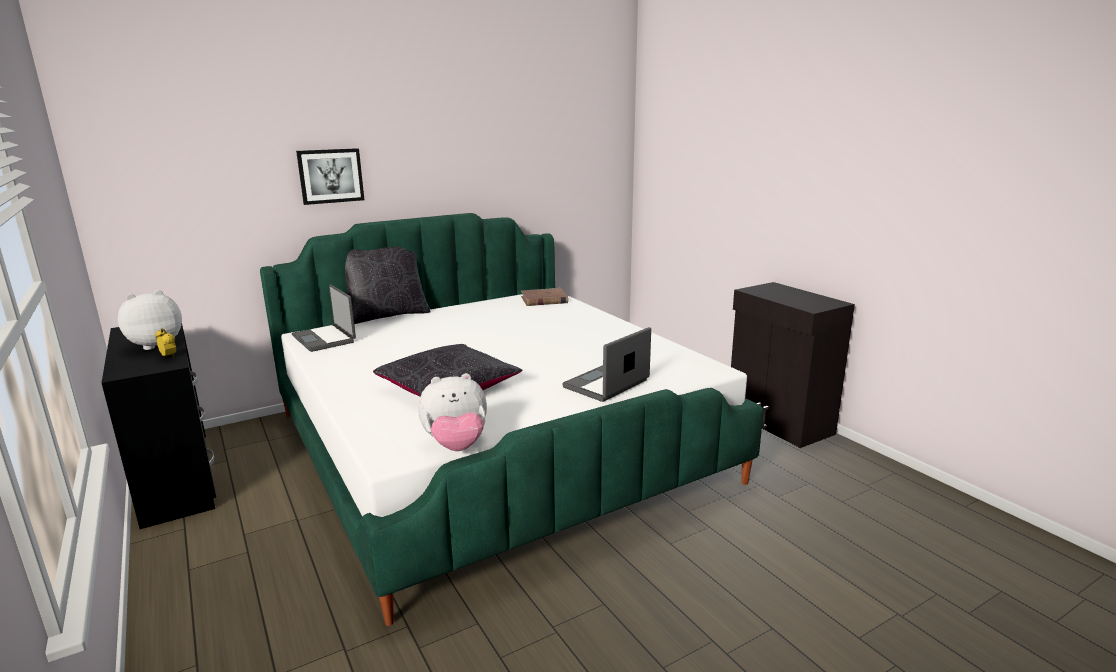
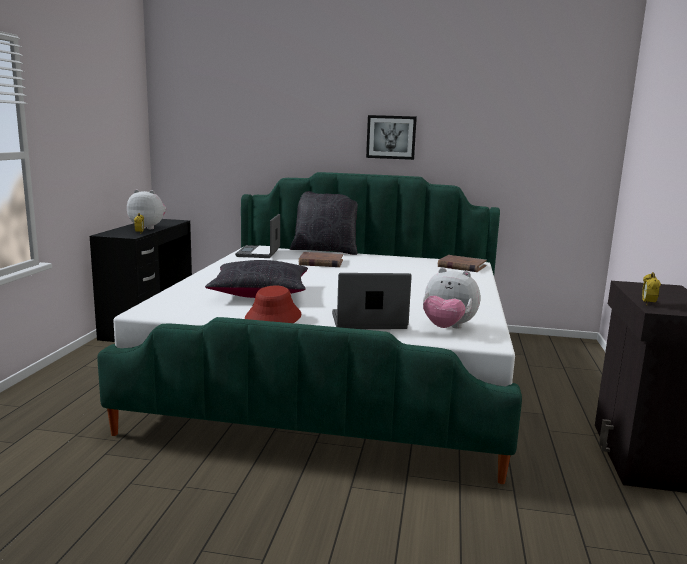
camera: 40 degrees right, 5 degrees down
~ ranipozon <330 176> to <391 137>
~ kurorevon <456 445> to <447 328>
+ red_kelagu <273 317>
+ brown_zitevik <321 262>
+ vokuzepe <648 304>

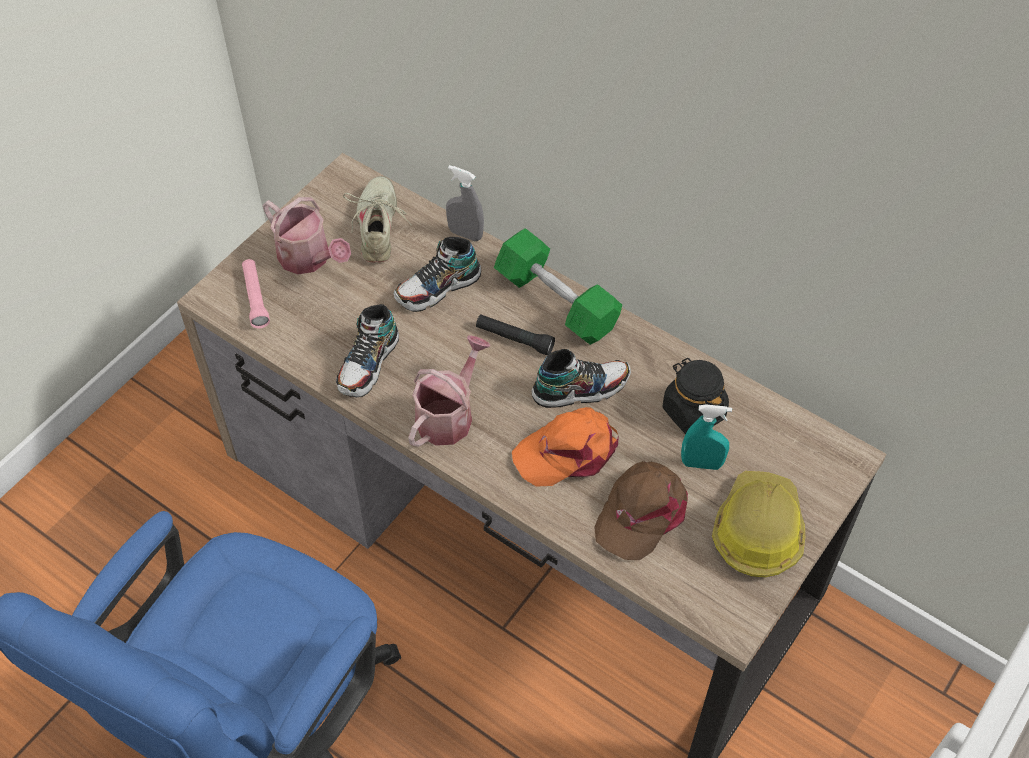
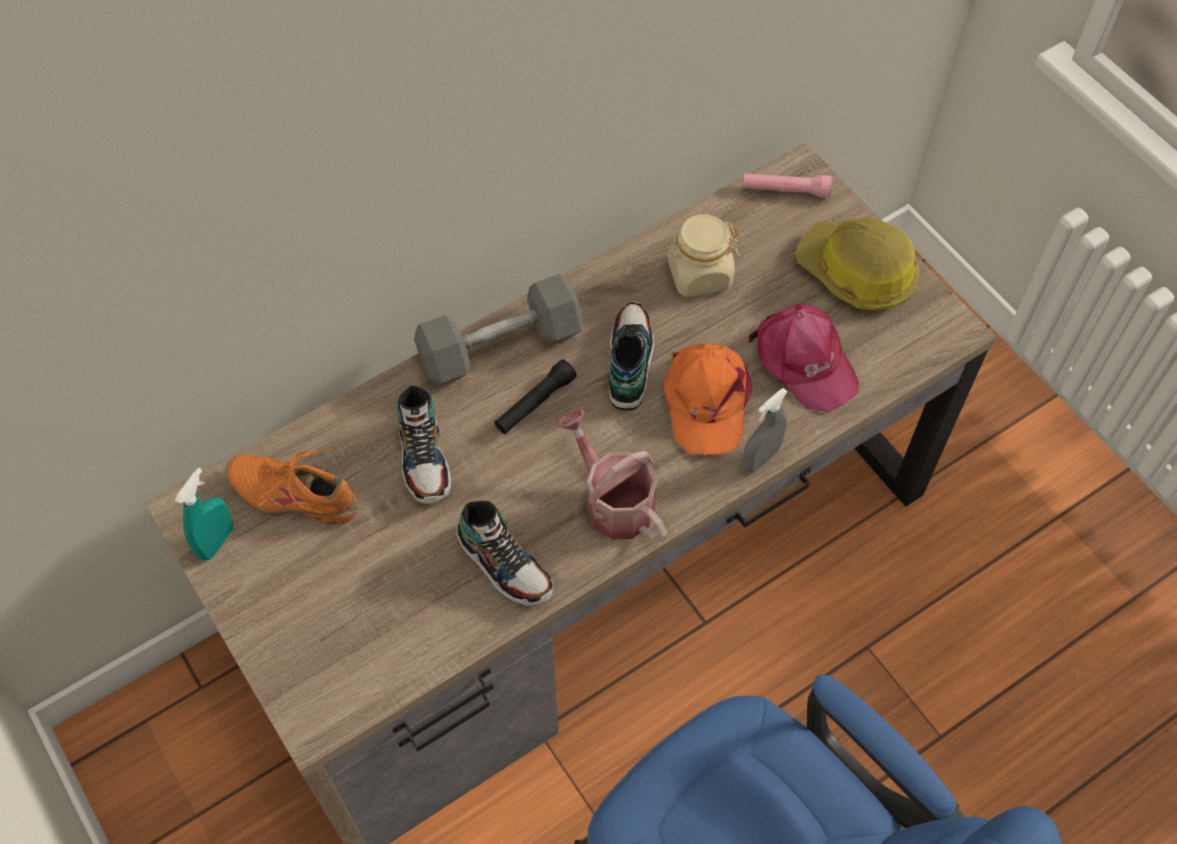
camera: 70 degrees left, 5 degrees up
~ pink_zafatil <255 298> to <785 190>
- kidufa <309 259>
~ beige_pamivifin <379 227> to orange_pamivifin <296 494>
~ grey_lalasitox <465 234> to <760 458>
~ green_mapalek <556 301> to grey_mapalek <500 346>
~ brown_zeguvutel <641 512> to pink_zeguvutel <803 361>
~ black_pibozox <693 412> to beige_pibozox <699 274>
~ turquoise_lalasitox <701 464> to <216 541>

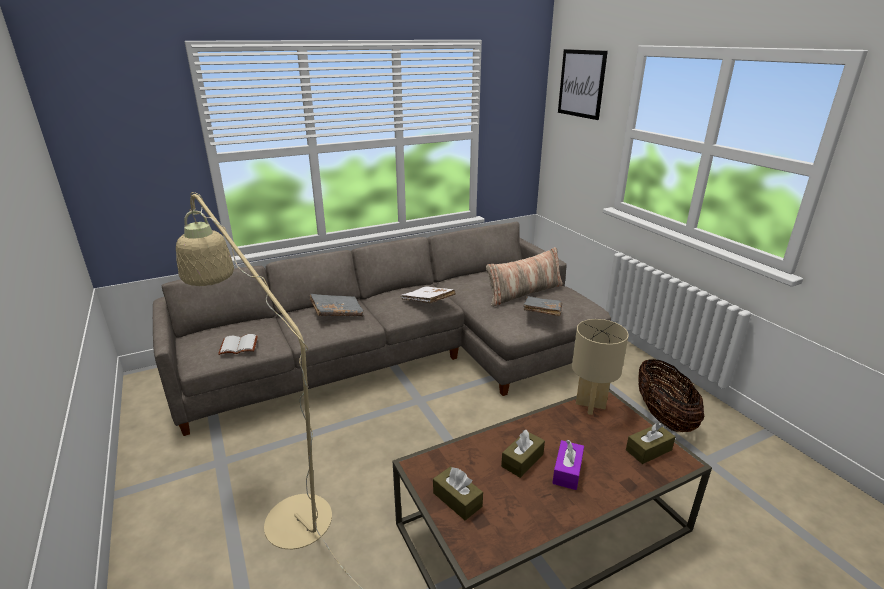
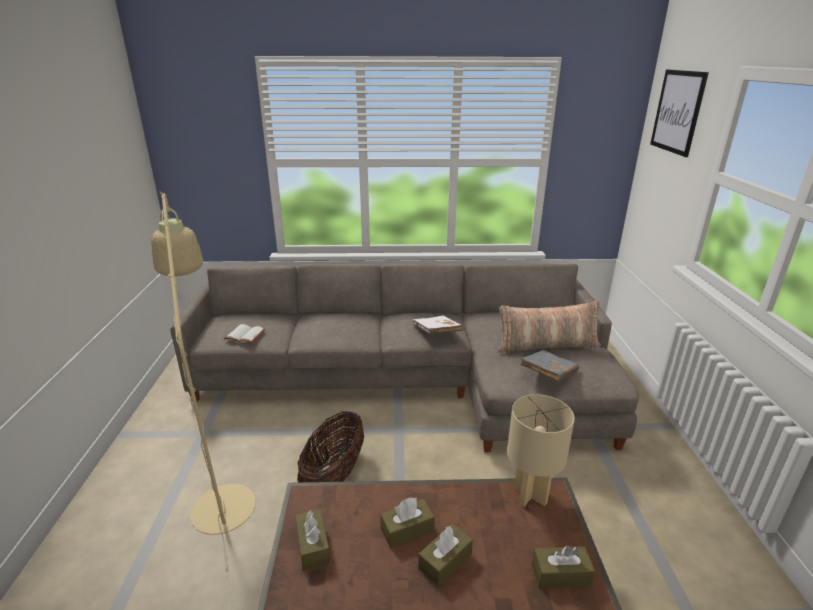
camera: 25 degrees right, 0 degrees up
- grey_zitevik <337 313>
~ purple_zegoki <567 471> to brown_zegoki <445 561>
~ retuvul <663 416> to <334 476>

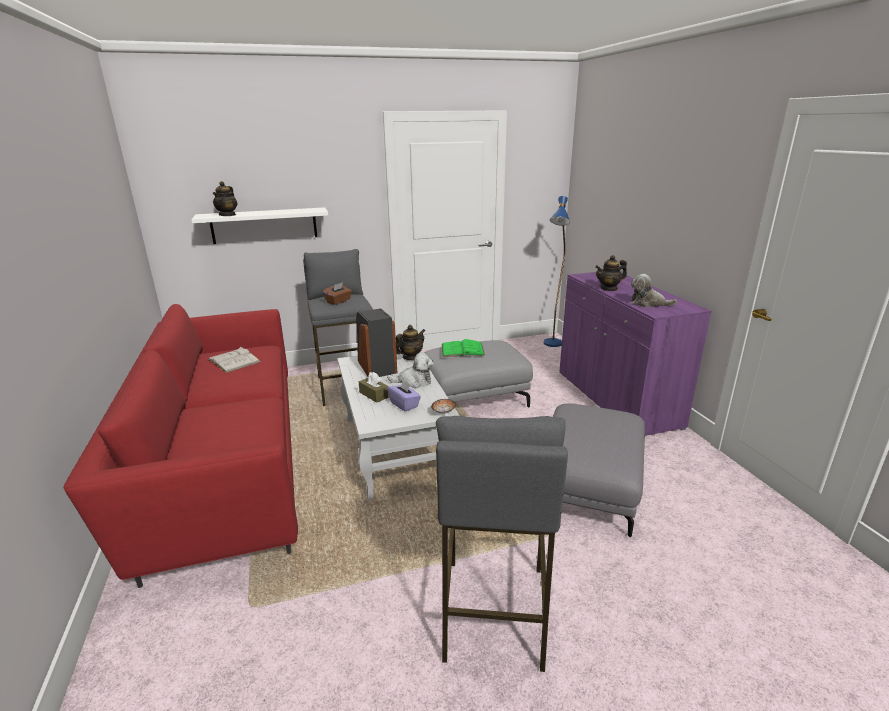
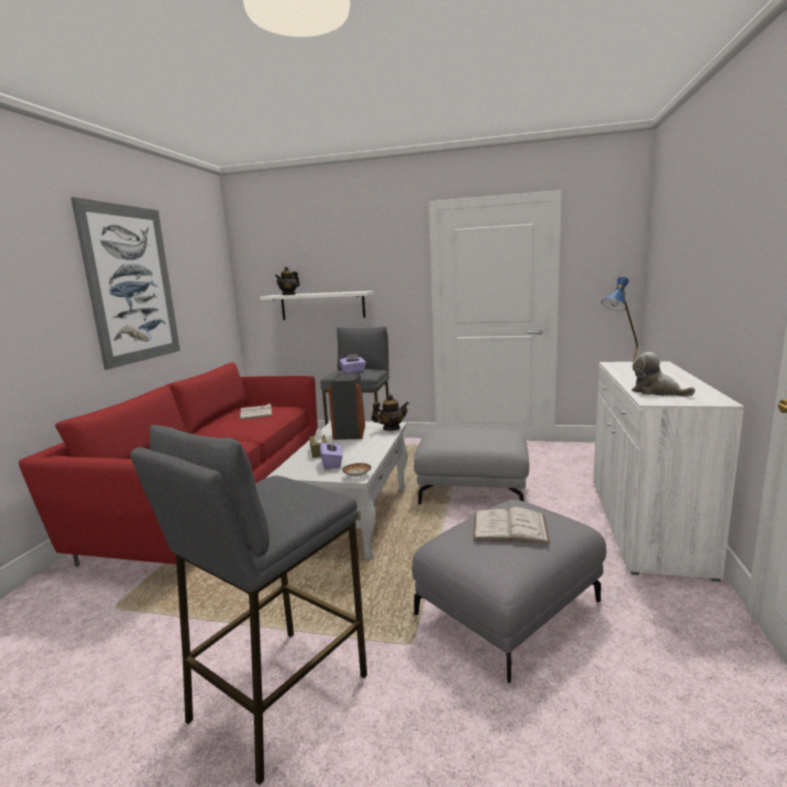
camera: 30 degrees right, 10 degrees down
~ brown_zegoki <338 301> to purple_zegoki <353 371>
- kurorevon <414 381>
- green_zitevik <462 350>
~ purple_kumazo <616 399> to white_kumazo <644 524>
- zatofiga <609 288>
+ ranipozon <131 284>
+ white_zitevik <509 527>

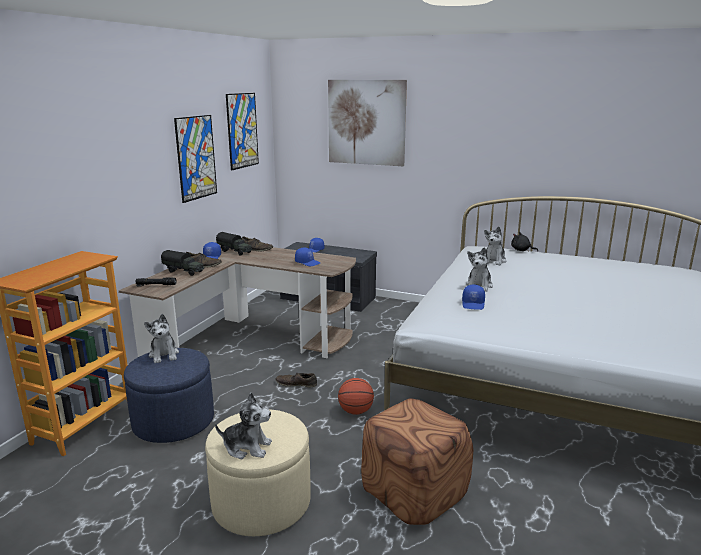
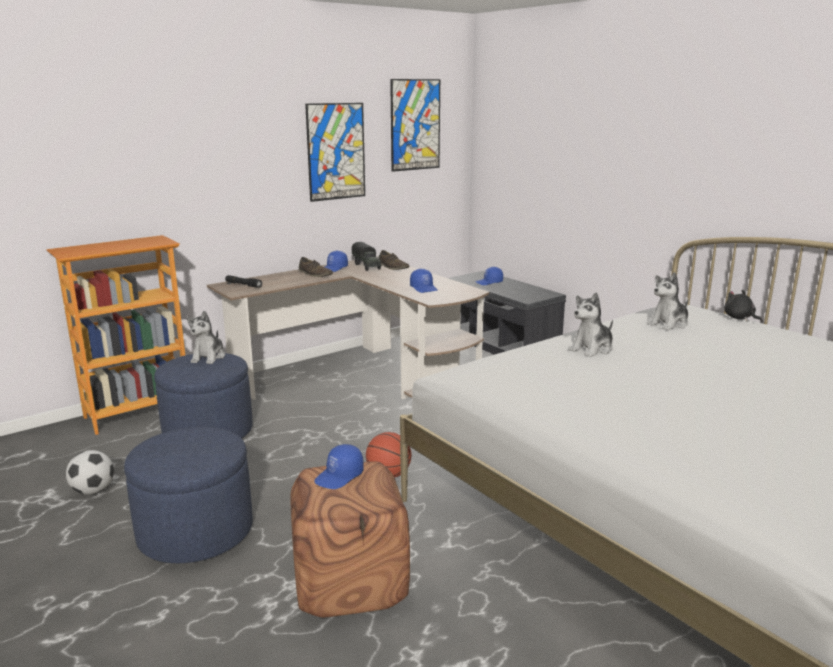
camera: 30 degrees right, 0 degrees up
- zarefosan <184 271>
~ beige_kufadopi <261 502> to blue_kufadopi <195 531>
- kurorevon <247 447>
- brown_pamivifin <296 384>
- ranipozon <366 122>
~ blue_zeguvutel <473 304> to <339 476>
+ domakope <93 491>

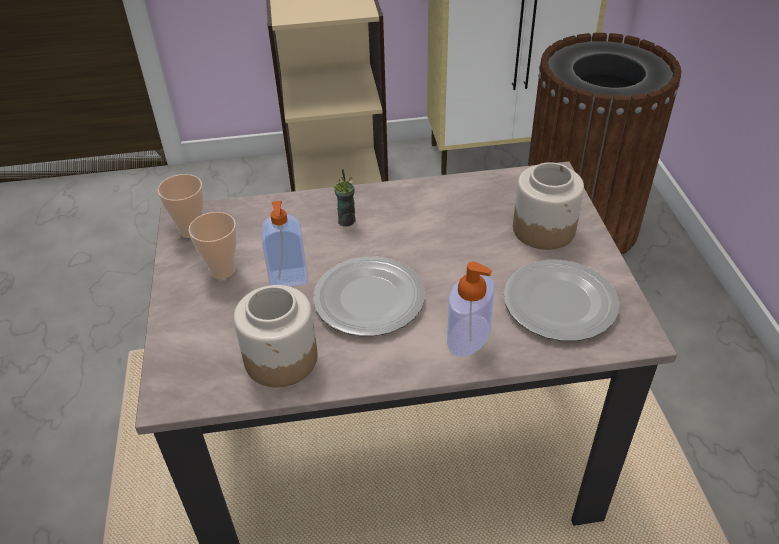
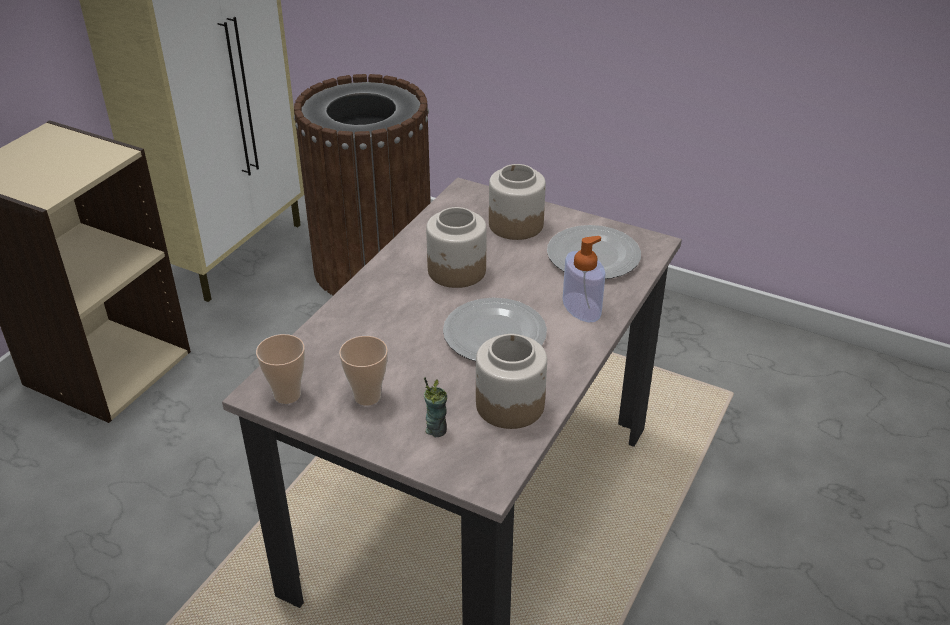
camera: 55 degrees left, 5 degrees down
- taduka <288 279>
~ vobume <347 220> to <436 429>
+ pibozox <457 271>

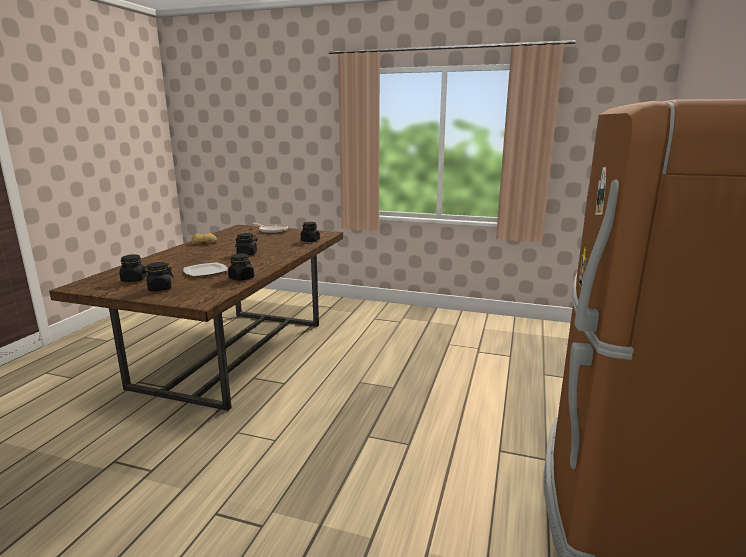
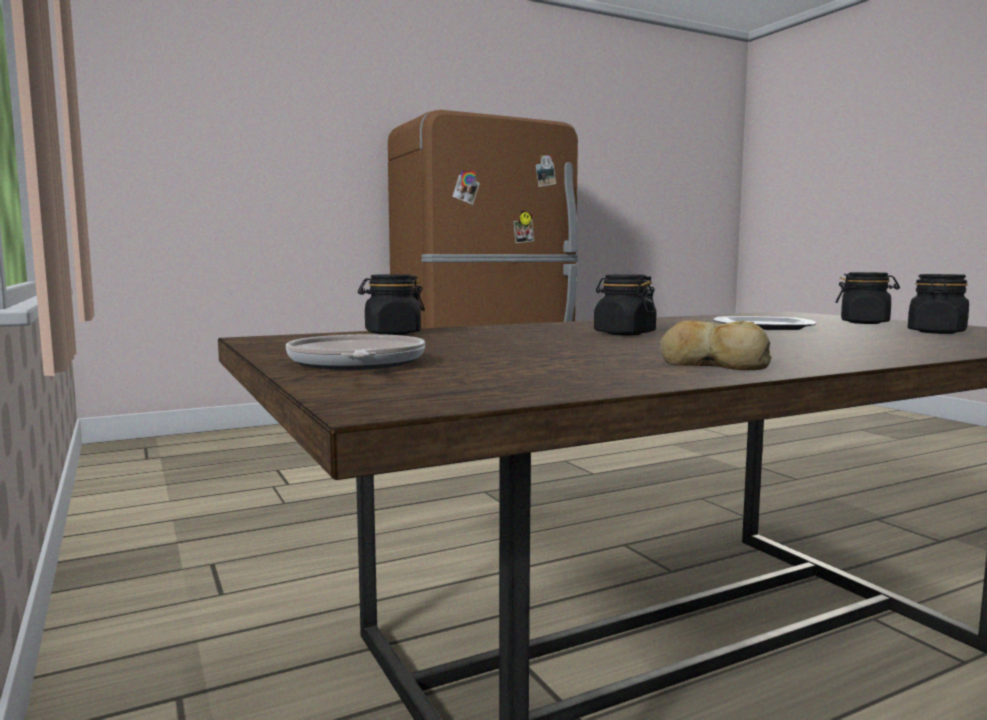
camera: 135 degrees left, 10 degrees down
- black_pibozox <241 278>

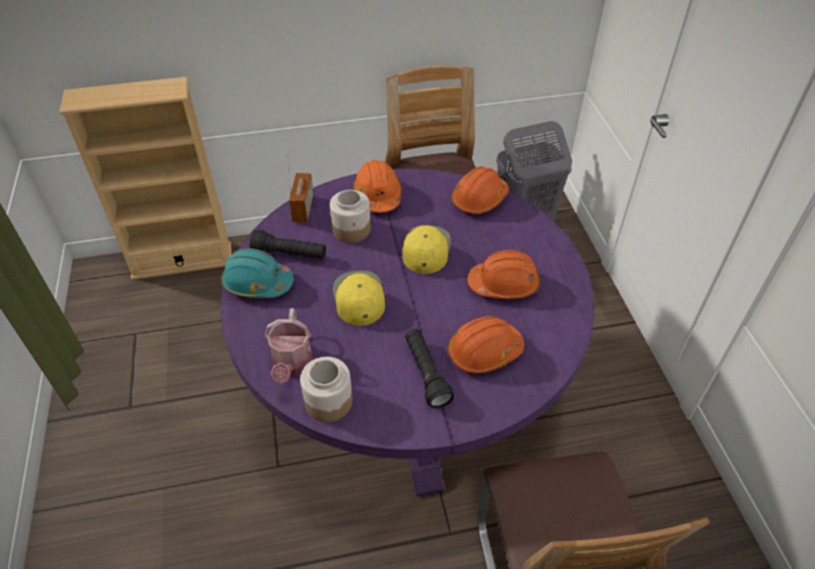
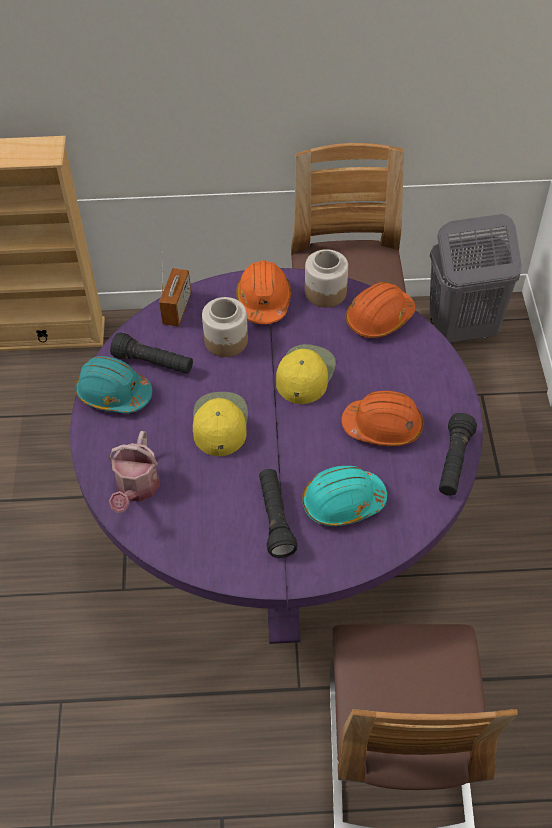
camera: 10 degrees right, 5 degrees up
~ pibozox <328 401> to <325 292>
~ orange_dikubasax <484 352> to turquoise_dikubasax <342 502>
+ black_zafatil <454 463>

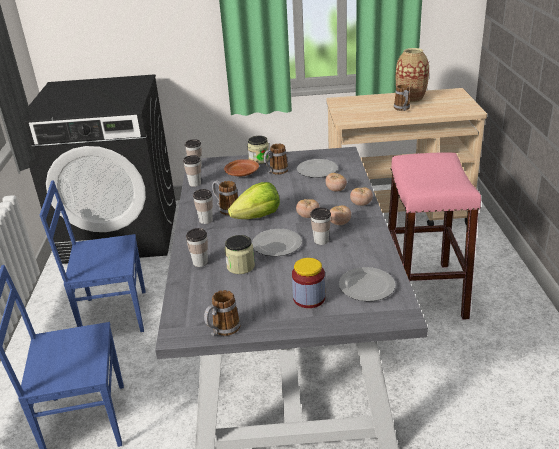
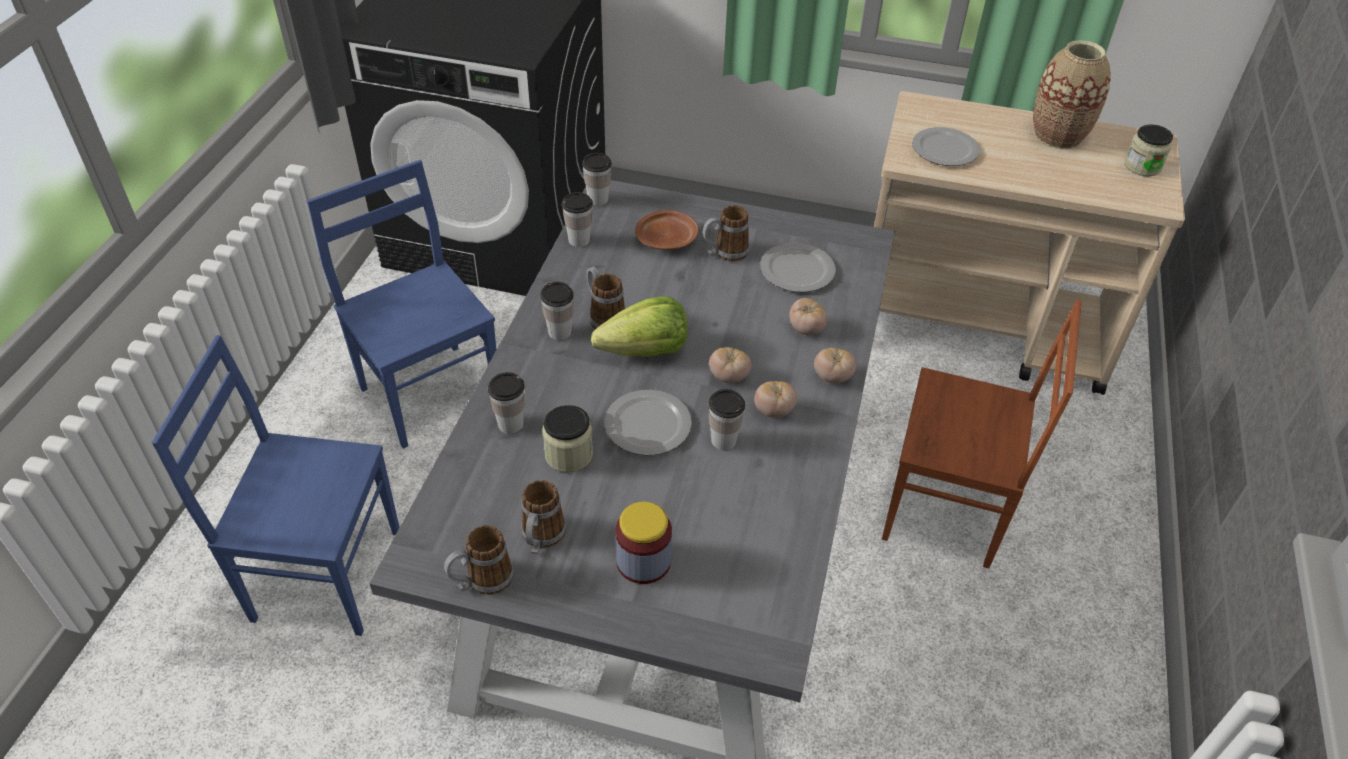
camera: 15 degrees right, 15 degrees up
~ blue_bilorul <113 314> = <431 392> 45 degrees clockwise
~ pibozox <259 160> to <1142 166>
~ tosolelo <366 287> to <944 150>
~ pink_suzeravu <424 292> to brown_bilorul <946 510>
~ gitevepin <402 109> to <541 539>

